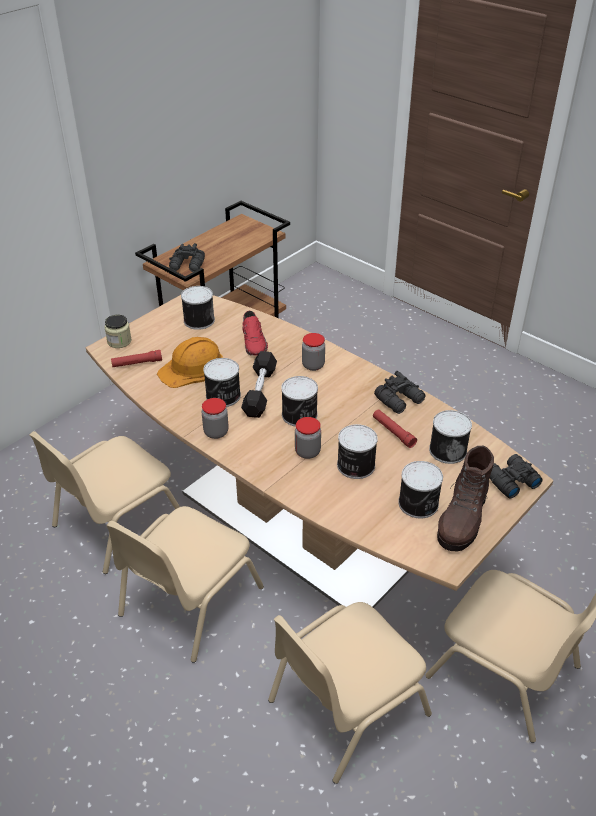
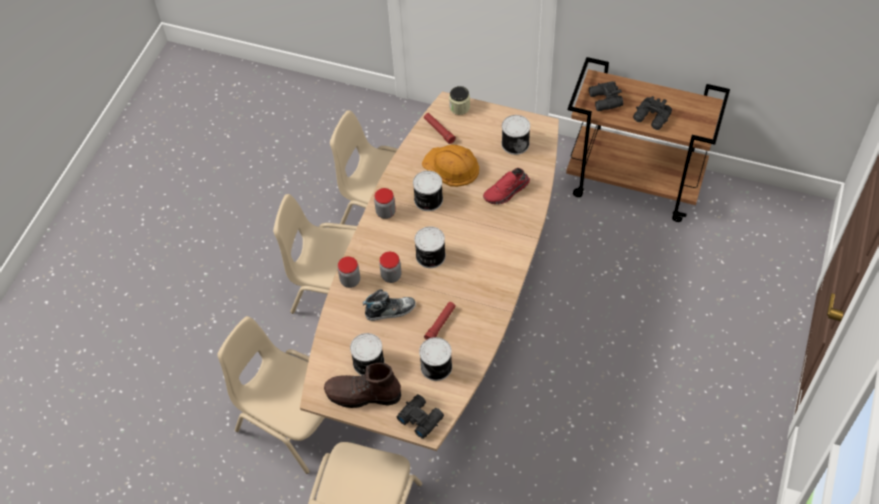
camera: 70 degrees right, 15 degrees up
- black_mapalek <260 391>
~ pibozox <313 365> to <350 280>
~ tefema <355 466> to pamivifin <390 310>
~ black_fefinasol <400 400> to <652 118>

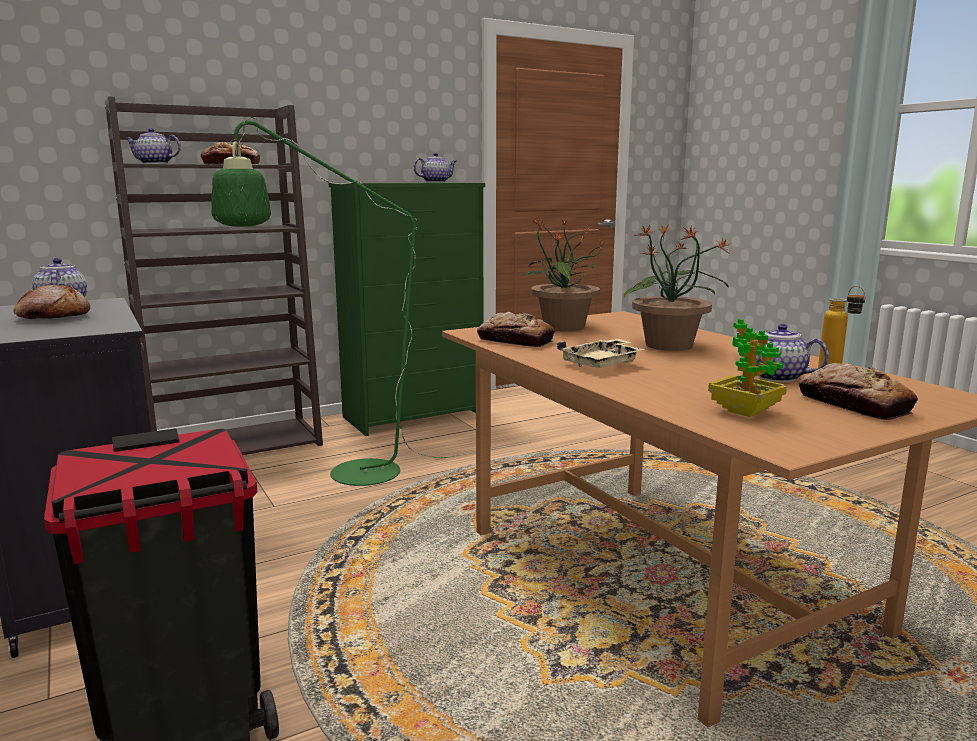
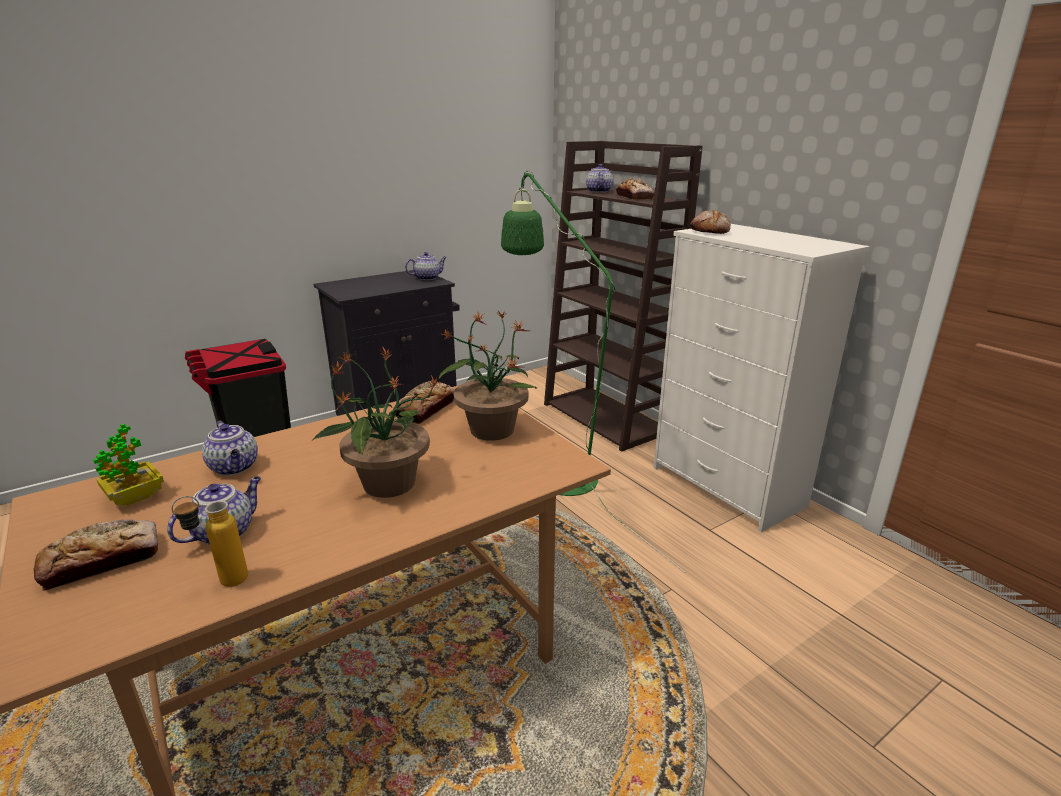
camera: 85 degrees right, 10 degrees up
~ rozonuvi <53 317> to <710 232>
~ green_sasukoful <415 416> to white_sasukoful <727 487>
~ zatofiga <436 182> to <235 467>
- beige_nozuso <602 364>

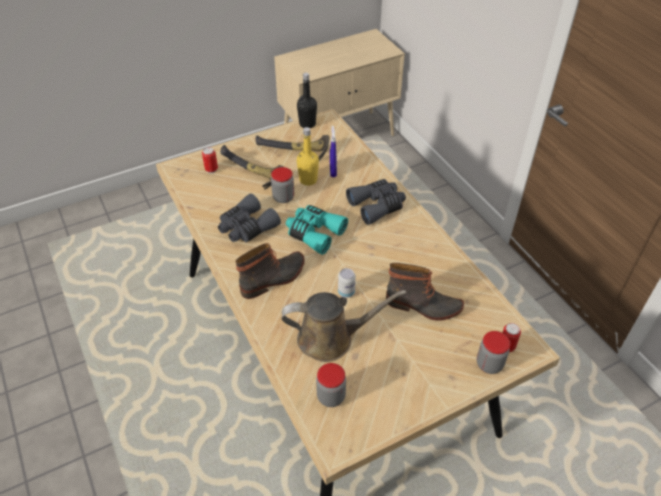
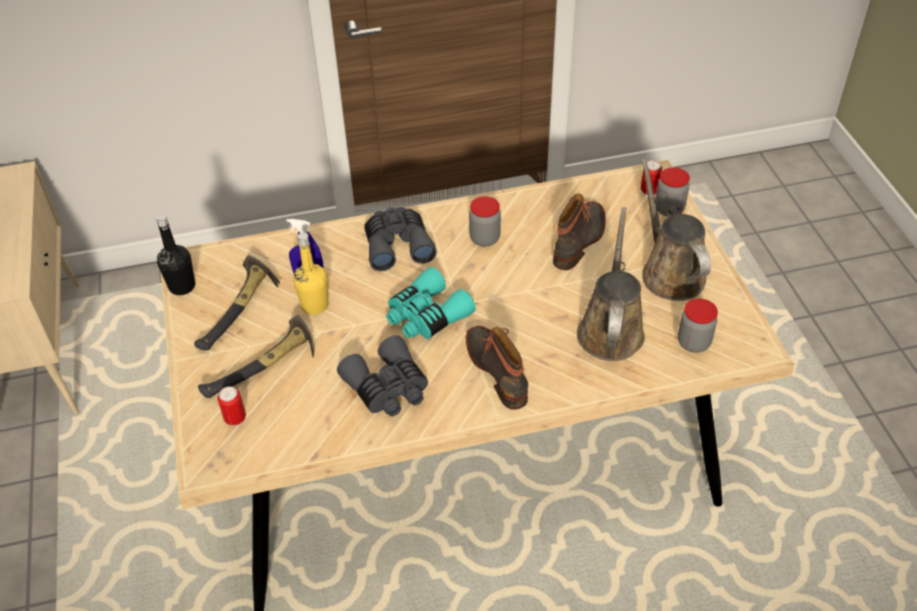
camera: 75 degrees left, 0 degrees up
~ pibozox <283 197> to <484 238>
- tefema <346 292>
+ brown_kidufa <669 272>

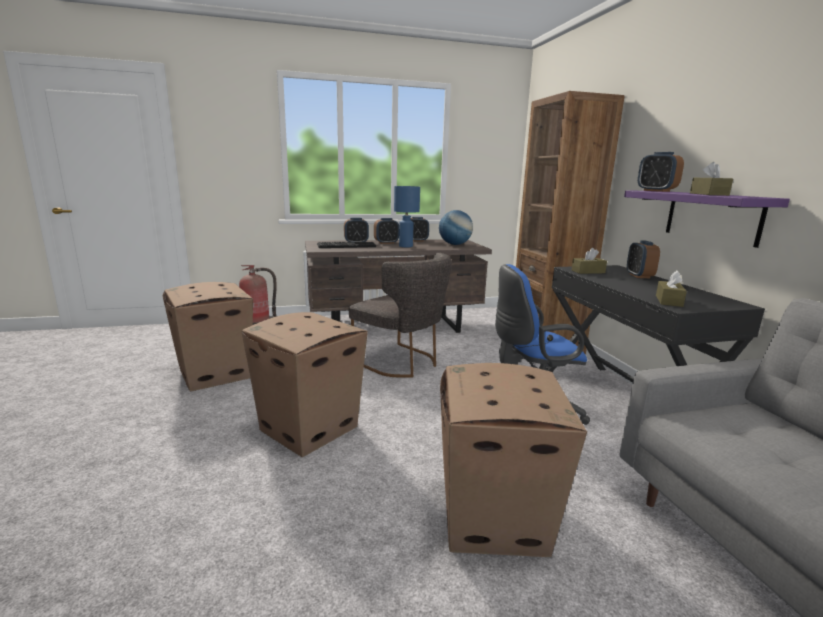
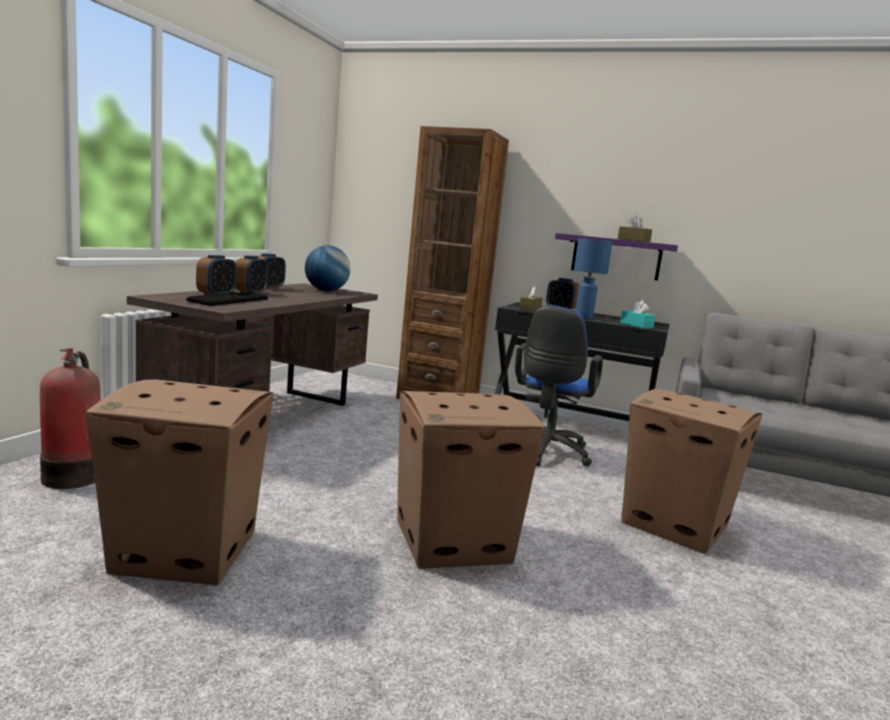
camera: 55 degrees left, 5 degrees down
- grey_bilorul <402 363>
~ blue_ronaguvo <406 246> to <583 317>
- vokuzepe <656 191>
~ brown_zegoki <669 301> to turquoise_zegoki <636 325>

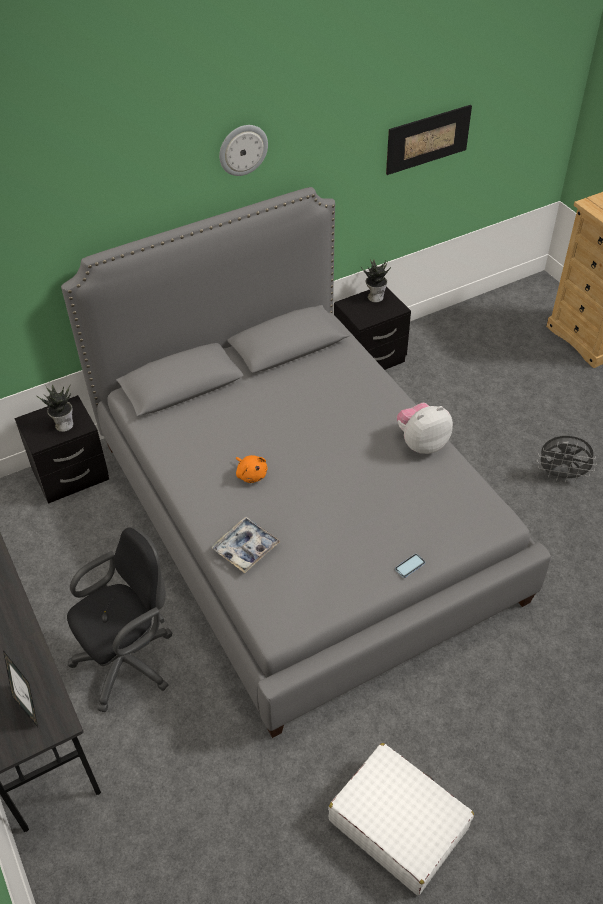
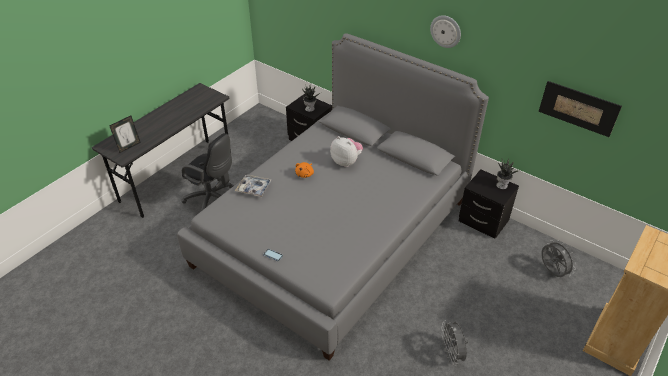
camera: 65 degrees right, 5 degrees down
- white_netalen <398 823>
~ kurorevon <421 443> to <346 161>
+ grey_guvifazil <551 271>

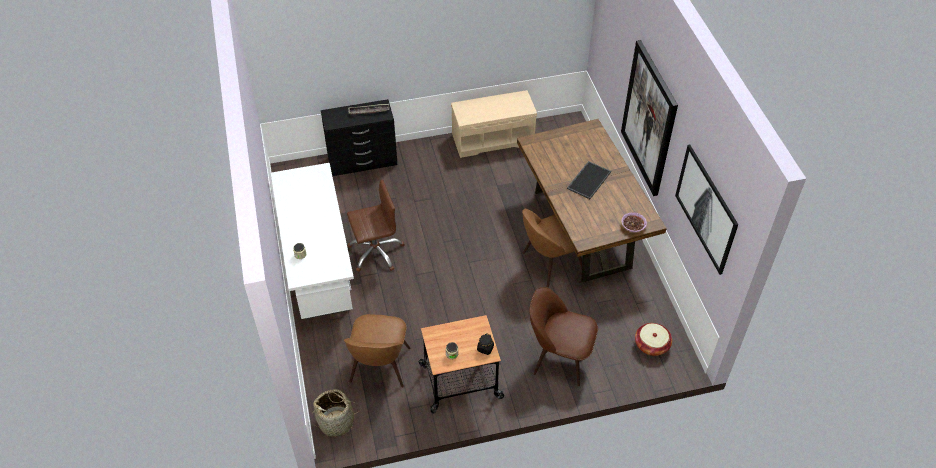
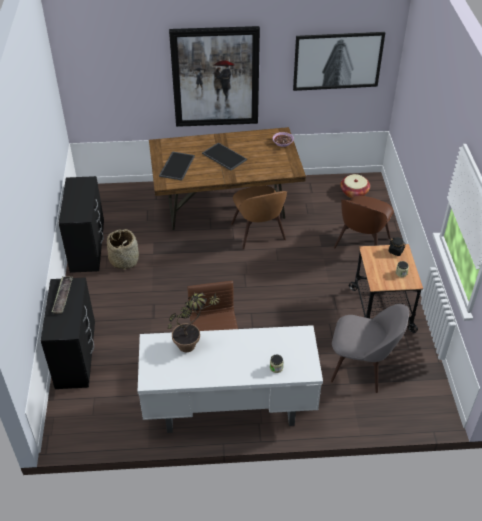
camera: 80 degrees left, 5 degrees down
~ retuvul <337 422> to <124 260>
~ brown_bilorul <379 367> to grey_bilorul <362 367>
~ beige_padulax <493 138> to black_sasukoful <88 247>
+ nozuso <176 165>
+ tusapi <193 345>

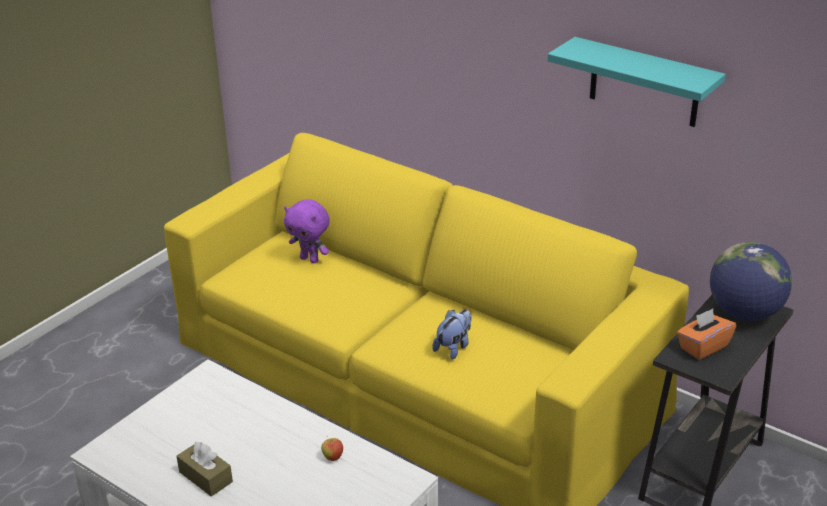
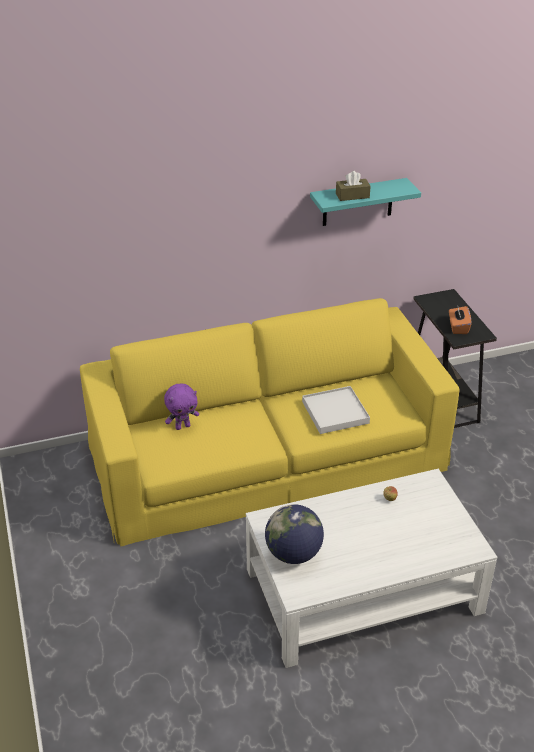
camera: 55 degrees left, 5 degrees up
~ brown_zegoki <205 477> to <352 195>
~ kurorevon <454 347> to white_nozuso <335 412>
~ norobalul <744 313> to <293 554>

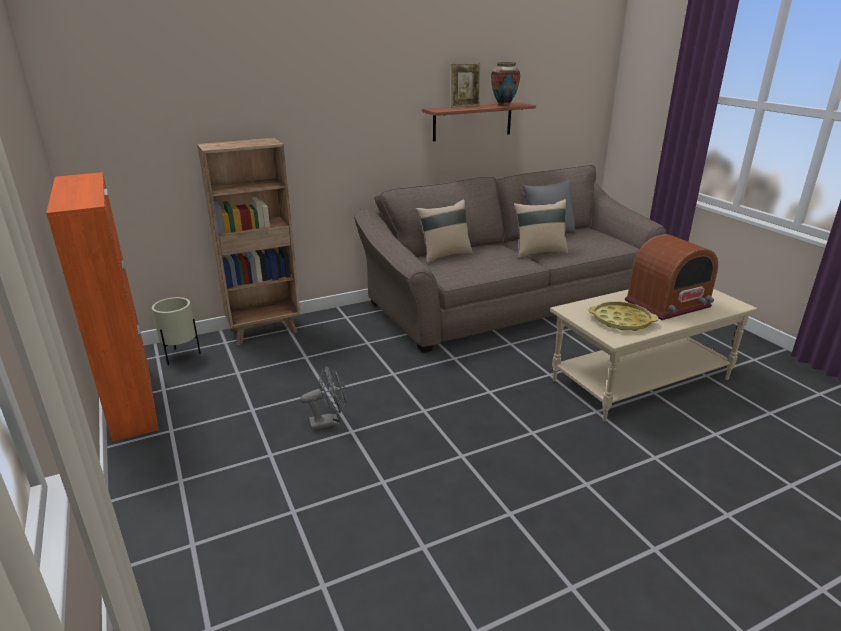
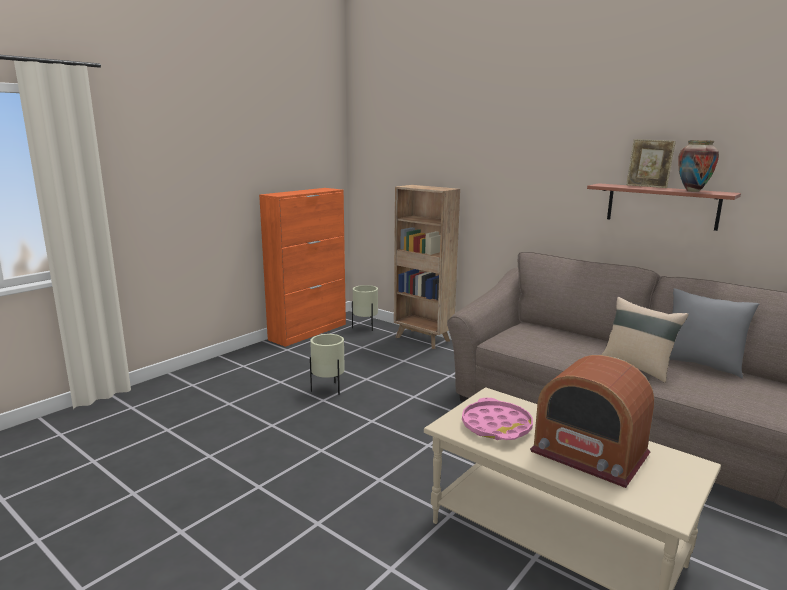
camera: 65 degrees right, 10 degrees down
~ grey_guvifazil <329 422> to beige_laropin <328 389>
- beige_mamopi <444 255>
~ yellow_nozuso <621 321> to pink_nozuso <496 426>

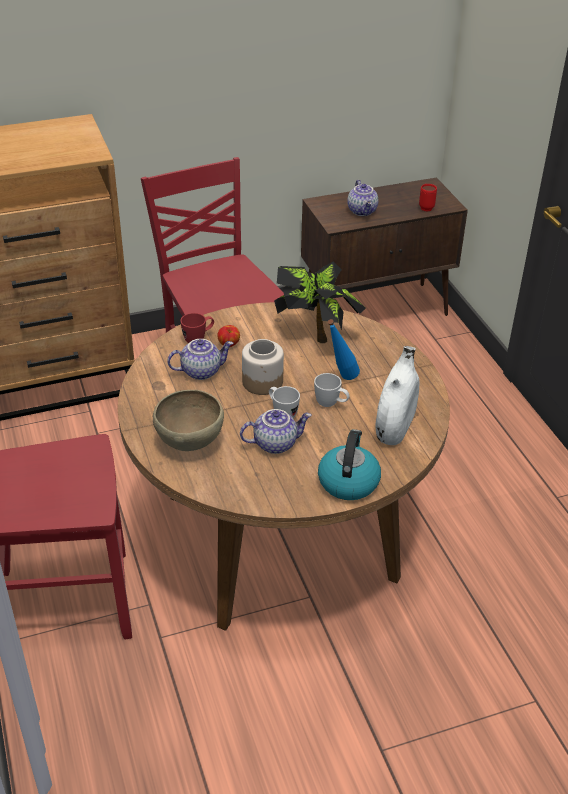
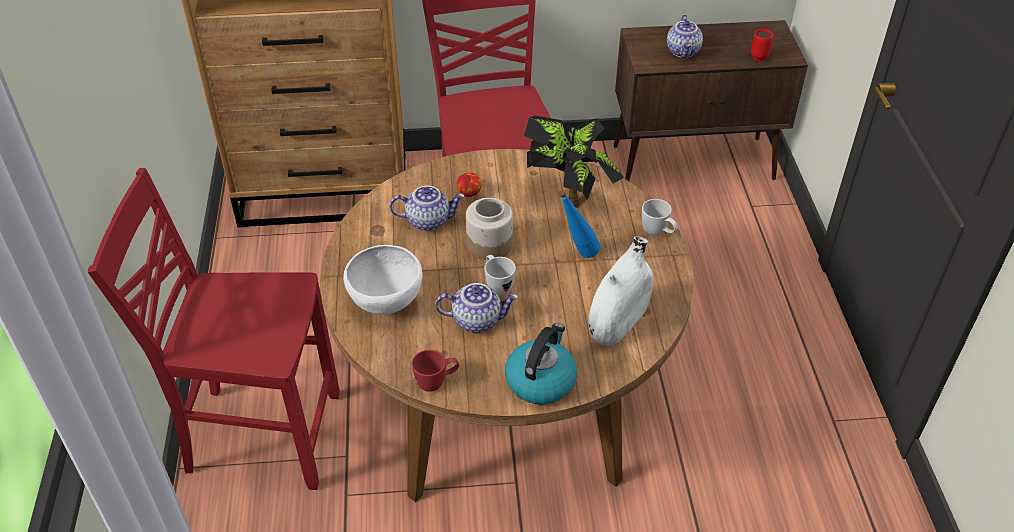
camera: 15 degrees right, 5 degrees up
~ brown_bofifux <190 442> to white_bofifux <386 303>
~ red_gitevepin <198 339> to <437 382>
~ white_gitevepin <331 404> to <658 233>

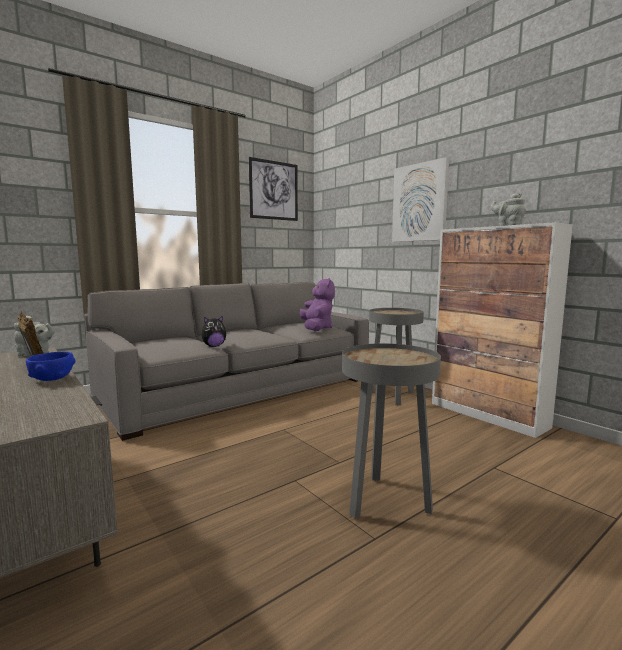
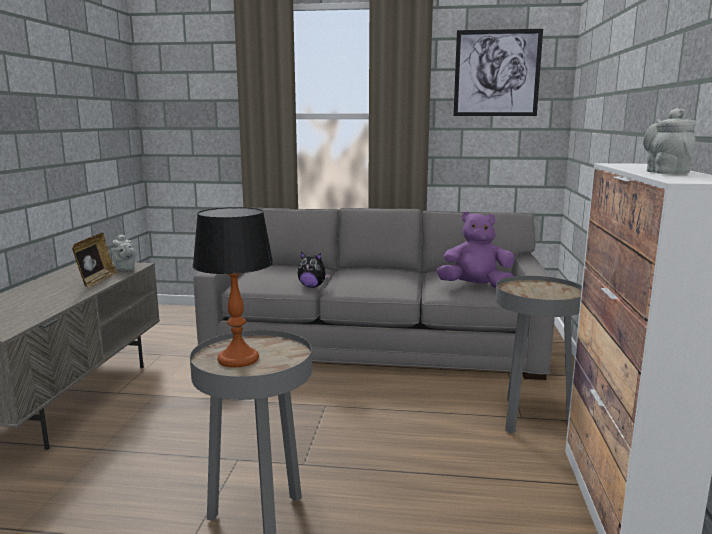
camera: 45 degrees right, 5 degrees up
- blue_bofifux <52 379>
~ purple_kurorevon <316 328> = <475 287> 120 degrees counterclockwise
- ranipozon <420 202>
+ ronaguvo <237 359>

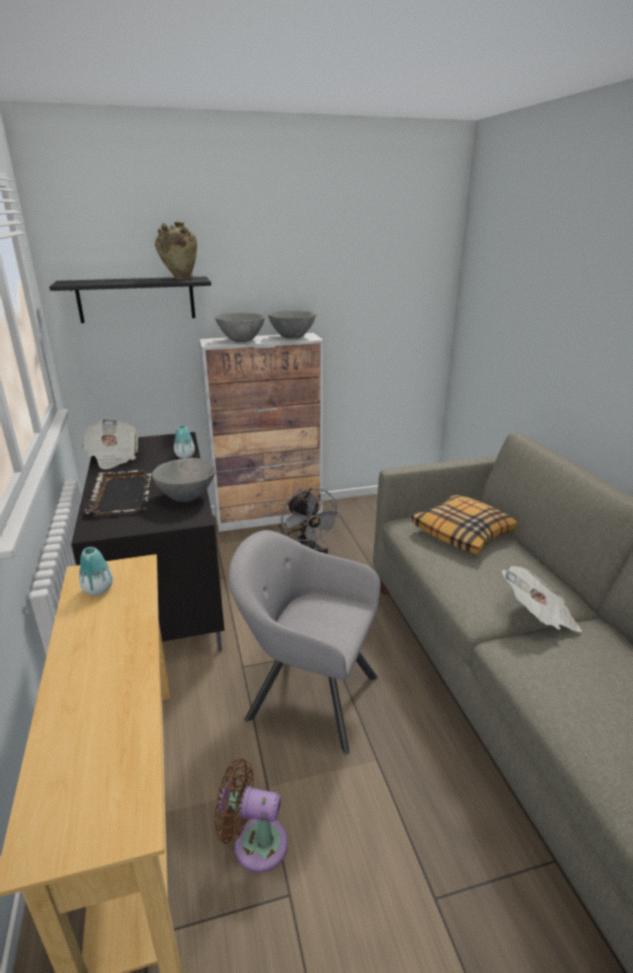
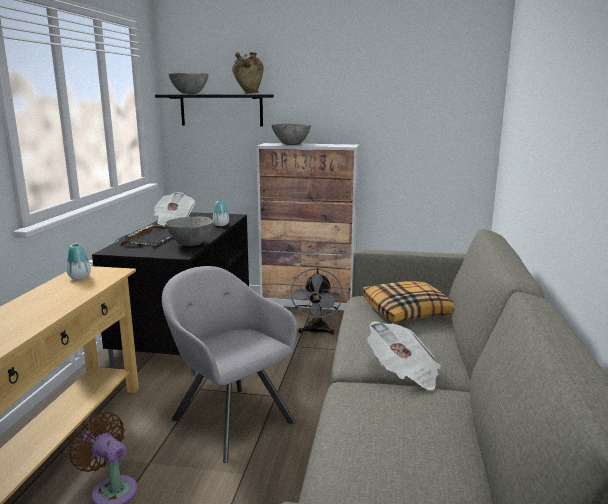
camera: 25 degrees right, 10 degrees down
~ grey_bofifux <292 337> to <189 94>

